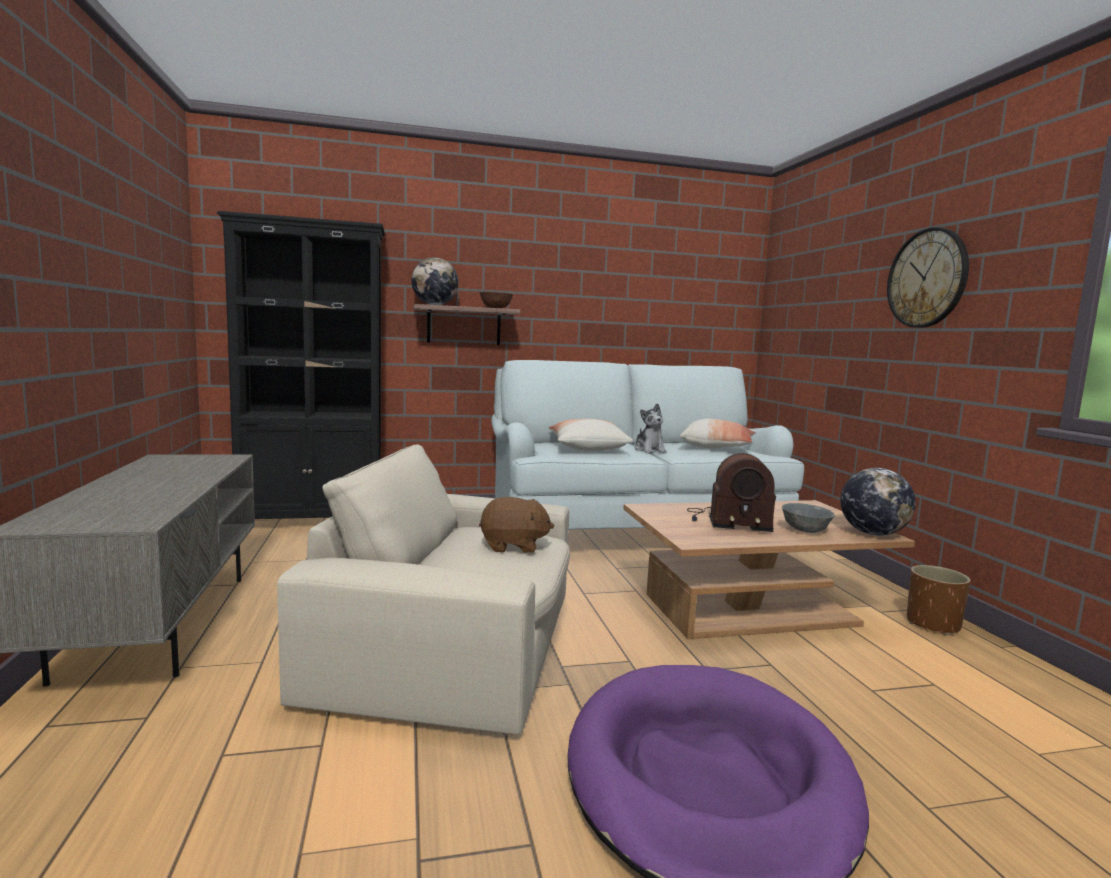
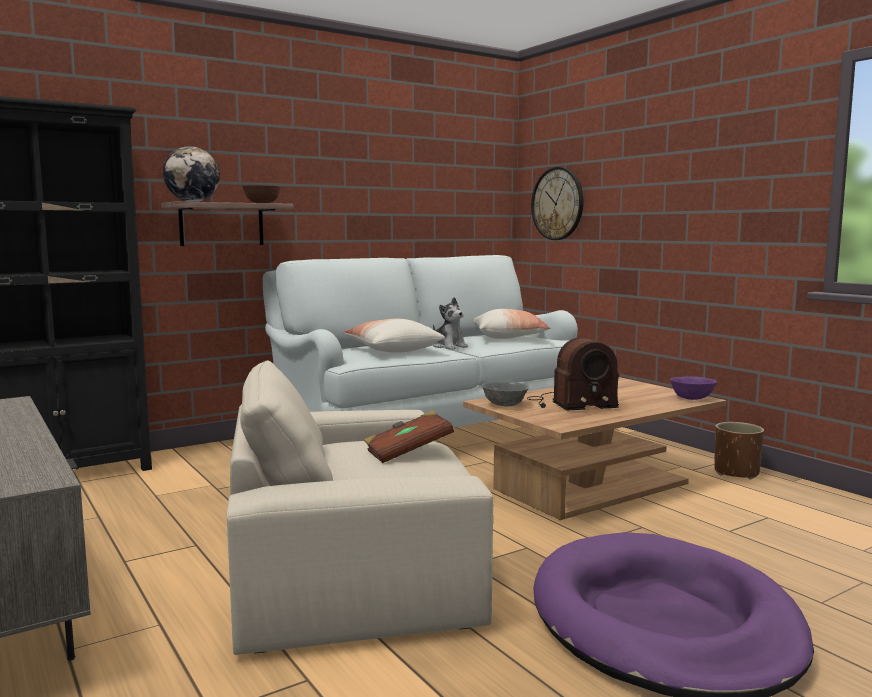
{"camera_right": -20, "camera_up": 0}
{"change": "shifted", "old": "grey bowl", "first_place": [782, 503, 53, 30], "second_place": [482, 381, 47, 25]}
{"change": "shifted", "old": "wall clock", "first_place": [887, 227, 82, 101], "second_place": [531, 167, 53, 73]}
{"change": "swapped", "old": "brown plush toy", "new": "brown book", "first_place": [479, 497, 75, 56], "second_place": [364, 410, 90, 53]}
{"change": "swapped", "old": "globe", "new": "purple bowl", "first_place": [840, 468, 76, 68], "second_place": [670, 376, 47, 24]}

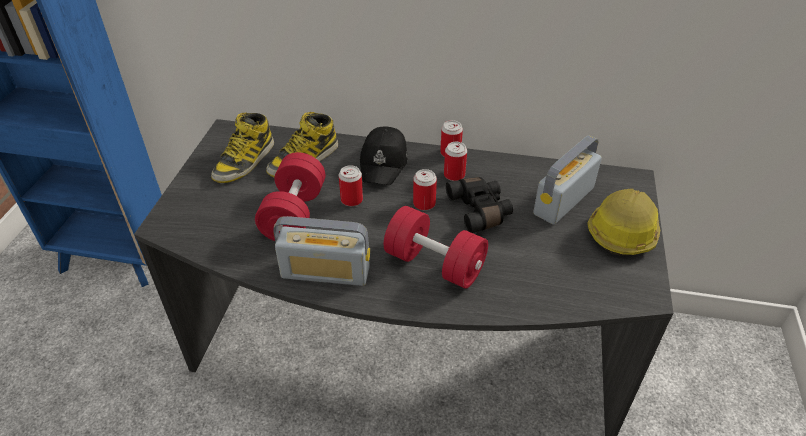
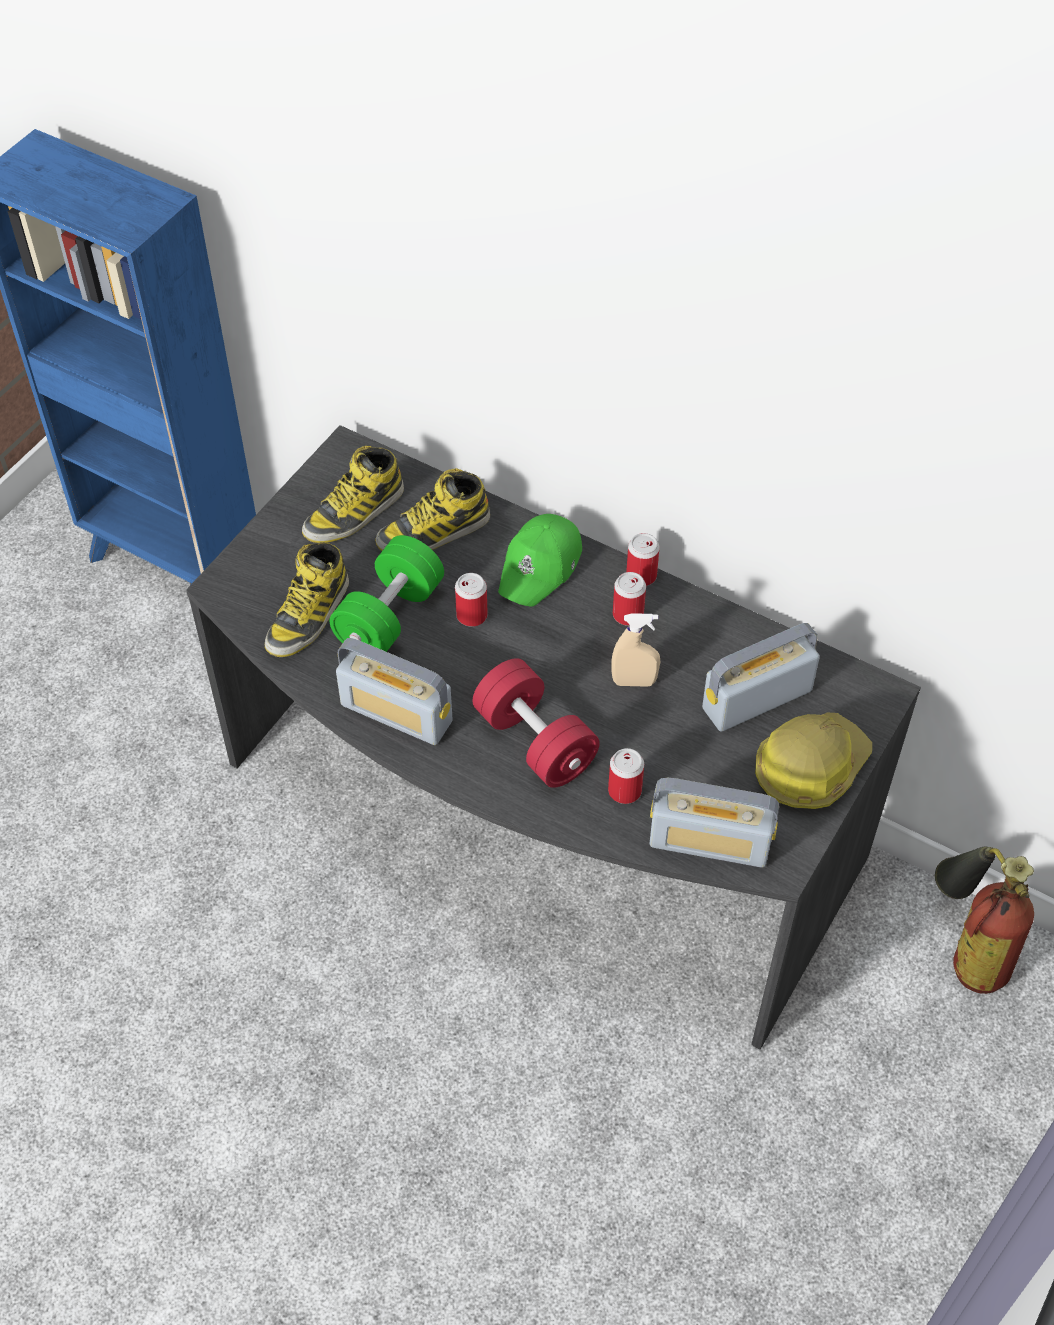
{"camera_right": 20, "camera_up": 10}
{"change": "new", "new": "boot", "second_place": [265, 542, 84, 115]}
{"change": "new", "new": "radio", "second_place": [650, 777, 129, 91]}
{"change": "new", "new": "fire extinguisher", "second_place": [935, 846, 99, 148]}
{"change": "shifted", "old": "can", "first_place": [413, 169, 24, 41], "second_place": [608, 748, 36, 56]}
{"change": "swapped", "old": "black binoculars", "new": "beige spray bottle", "first_place": [446, 177, 67, 56], "second_place": [611, 613, 49, 74]}
{"change": "repainted", "old": "red dumbbell", "new": "green dumbbell", "first_place": [255, 152, 70, 89], "second_place": [330, 535, 114, 117]}
{"change": "repainted", "old": "black cap", "new": "green cap", "first_place": [360, 127, 47, 58], "second_place": [498, 514, 84, 93]}

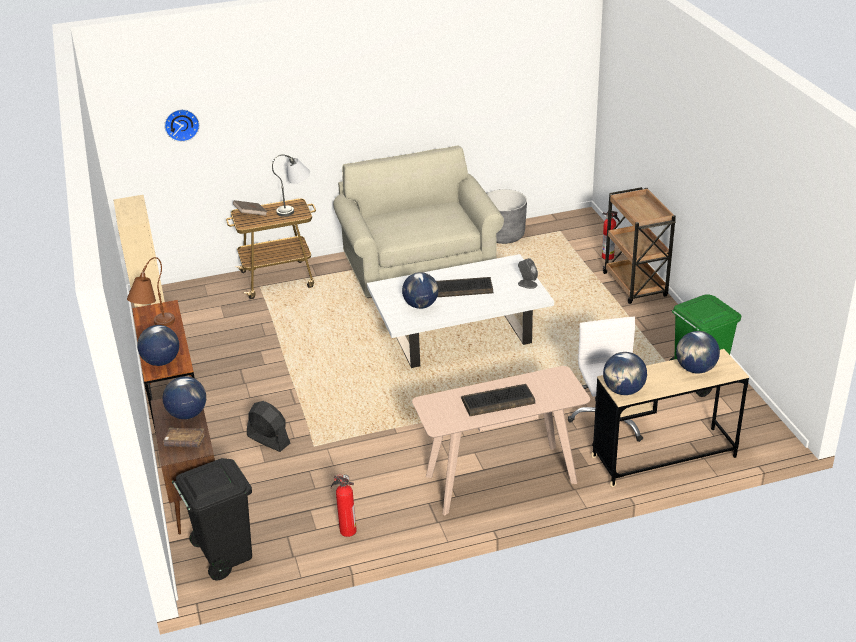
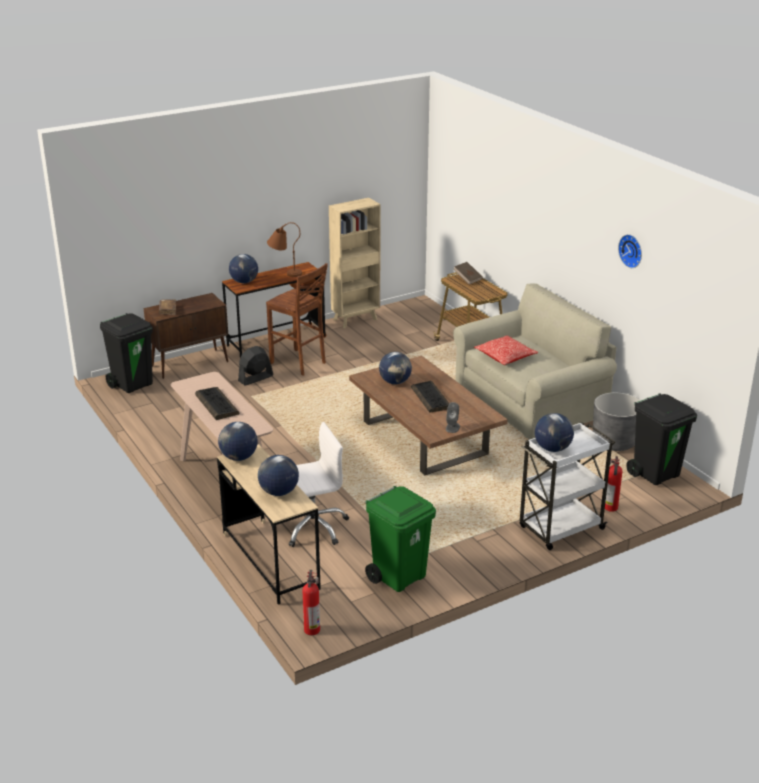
{"camera_right": 75, "camera_up": -5}
{"change": "gone", "old": "grey table lamp", "first_place": [272, 154, 38, 63]}
{"change": "new", "new": "brown stool", "second_place": [266, 263, 62, 113]}
{"change": "new", "new": "pillow", "second_place": [474, 335, 64, 30]}
{"change": "new", "new": "black trash can", "second_place": [626, 393, 71, 92]}
{"change": "shifted", "old": "globe", "first_place": [163, 376, 43, 43], "second_place": [535, 413, 39, 39]}
{"change": "shifted", "old": "wall clock", "first_place": [164, 109, 36, 33], "second_place": [618, 234, 24, 34]}
{"change": "shifted", "old": "fire extinguisher", "first_place": [331, 474, 26, 63], "second_place": [303, 570, 17, 65]}
{"change": "repainted", "old": "white coffee table", "new": "brown coffee table", "first_place": [367, 254, 187, 114], "second_place": [349, 355, 159, 120]}
{"change": "repainted", "old": "brown cart", "new": "white cart", "first_place": [602, 187, 74, 117], "second_place": [520, 422, 95, 128]}
{"change": "rotated", "old": "black fan", "first_place": [247, 401, 43, 51], "second_place": [238, 346, 35, 40], "degrees": -150}

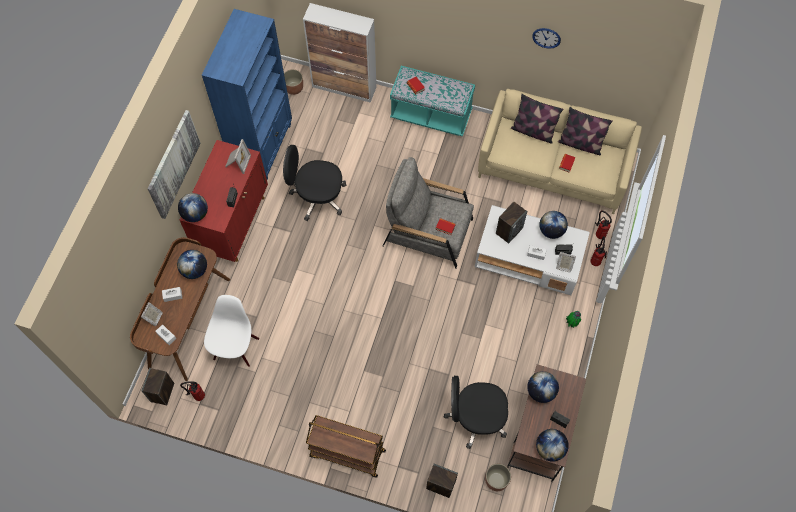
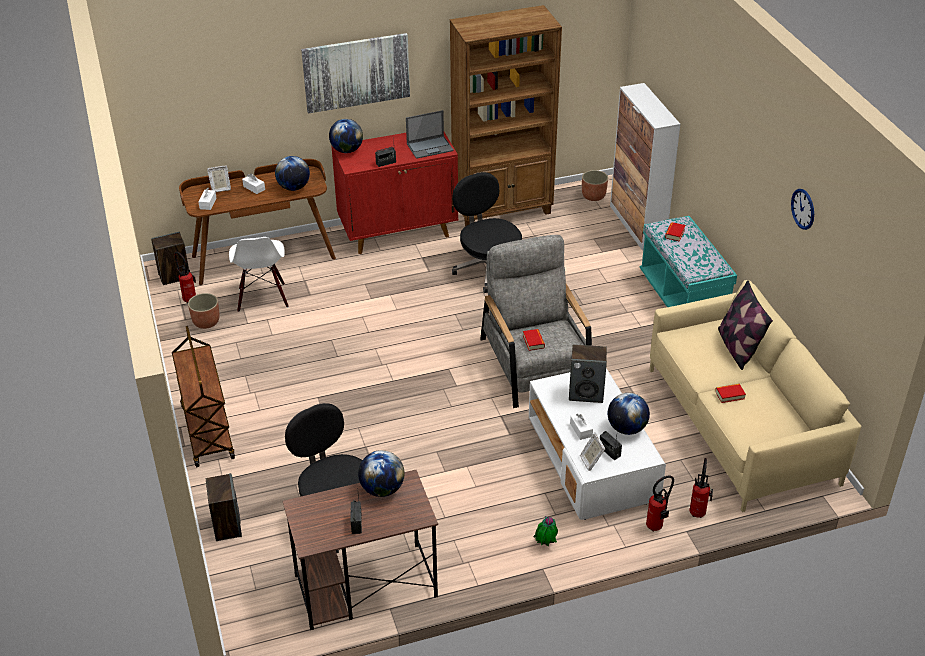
{"camera_right": 55, "camera_up": -25}
{"change": "gone", "old": "globe", "first_place": [536, 429, 33, 33]}
{"change": "gone", "old": "pillow", "first_place": [558, 107, 55, 48]}
{"change": "shifted", "old": "planter", "first_place": [485, 464, 26, 27], "second_place": [188, 293, 31, 36]}
{"change": "swapped", "old": "picture frame", "new": "laptop", "first_place": [225, 139, 26, 35], "second_place": [406, 110, 48, 49]}
{"change": "repainted", "old": "blue bookcase", "new": "brown bookcase", "first_place": [202, 9, 90, 170], "second_place": [450, 5, 112, 222]}
{"change": "rotated", "old": "white chair", "first_place": [204, 295, 55, 72], "second_place": [229, 237, 60, 75], "degrees": 105}

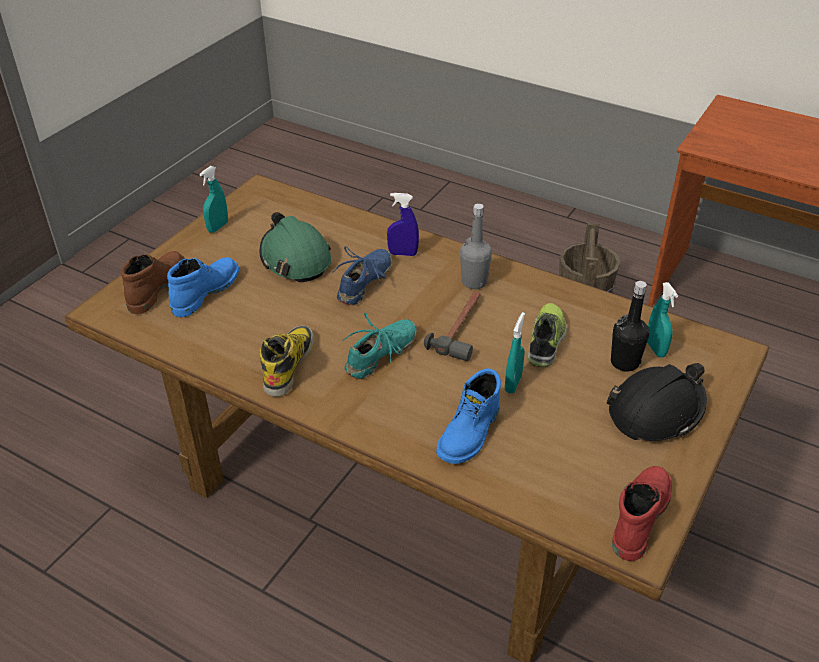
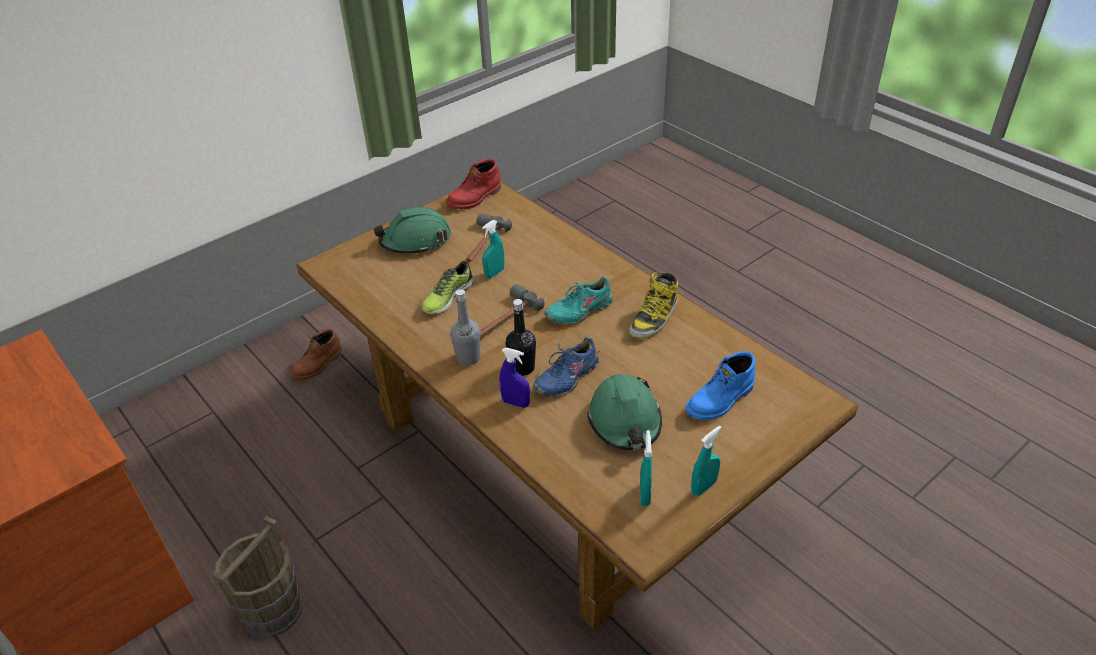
{"camera_right": -160, "camera_up": 0}
{"change": "gone", "old": "blue boot", "first_place": [436, 368, 65, 96]}
{"change": "new", "new": "hammer", "second_place": [466, 214, 46, 48]}
{"change": "shifted", "old": "brown boot", "first_place": [121, 251, 64, 63], "second_place": [290, 329, 53, 51]}
{"change": "shifted", "old": "black bottle", "first_place": [611, 281, 38, 91], "second_place": [506, 299, 30, 77]}
{"change": "shifted", "old": "turquoise spray bottle", "first_place": [647, 282, 31, 76], "second_place": [640, 430, 12, 76]}
{"change": "repainted", "old": "black hard hat", "new": "green hard hat", "first_place": [606, 363, 101, 78], "second_place": [373, 207, 78, 47]}

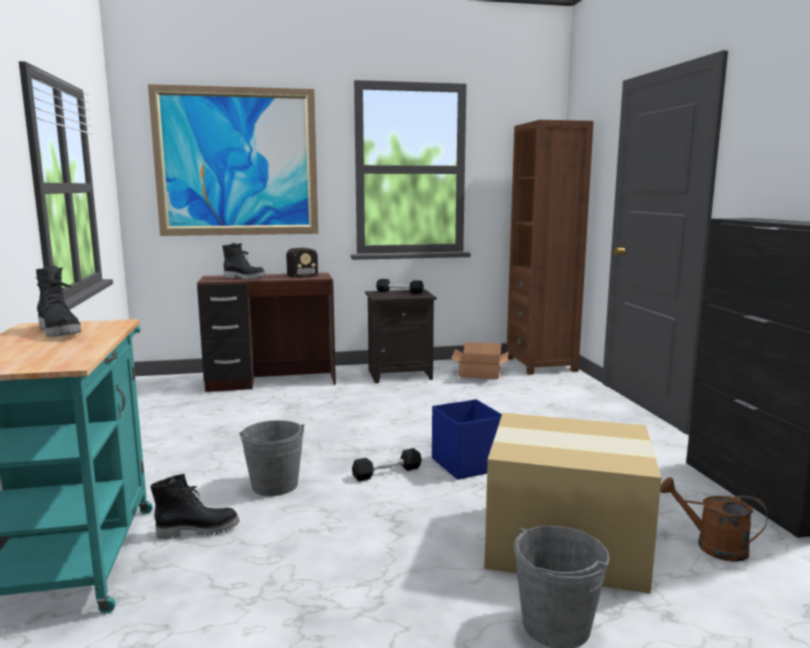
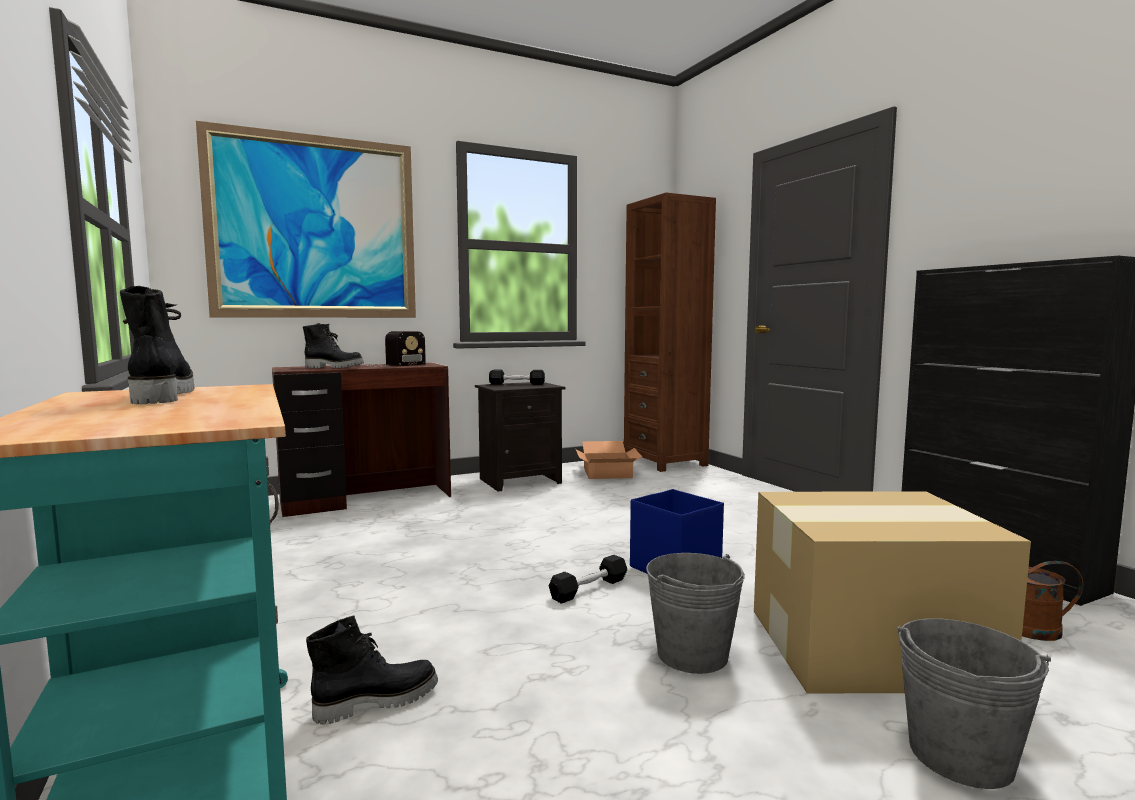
{"camera_right": -15, "camera_up": -5}
{"change": "shifted", "old": "grey bucket", "first_place": [239, 420, 66, 76], "second_place": [646, 553, 99, 121]}
{"change": "rotated", "old": "black boot", "first_place": [36, 266, 45, 71], "second_place": [120, 286, 74, 118], "degrees": -150}

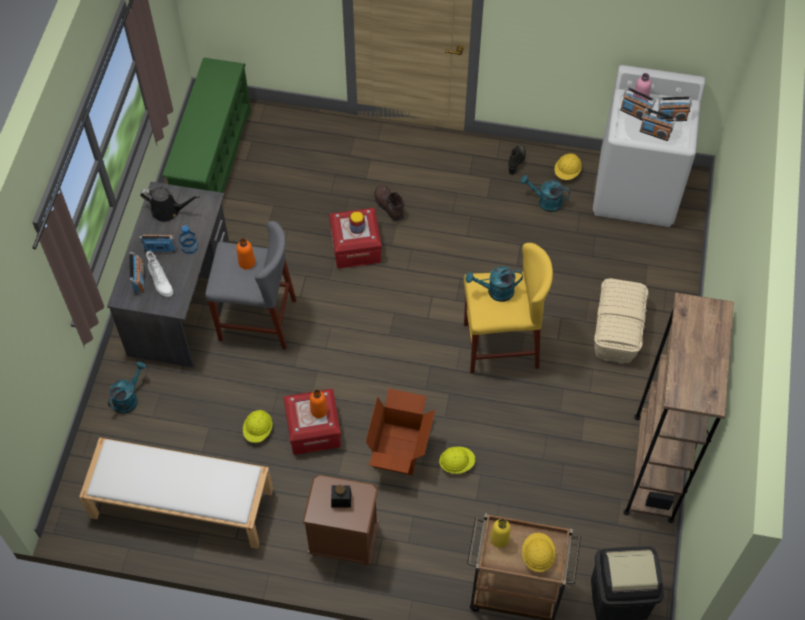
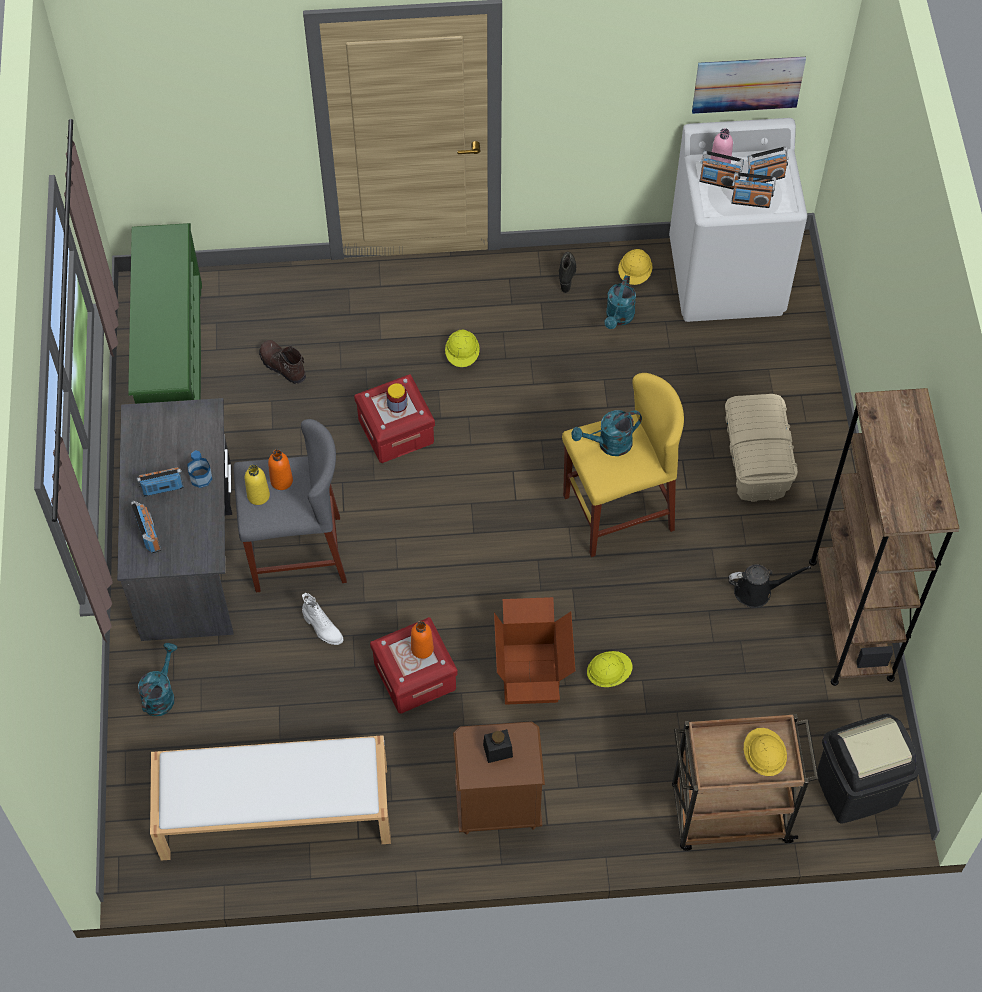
{"camera_right": -15, "camera_up": 0}
{"change": "new", "new": "picture", "second_place": [692, 57, 114, 57]}
{"change": "shifted", "old": "black watering can", "first_place": [140, 187, 60, 35], "second_place": [728, 564, 83, 44]}
{"change": "shifted", "old": "white boot", "first_place": [146, 250, 27, 47], "second_place": [302, 593, 42, 52]}
{"change": "shifted", "old": "yellow hard hat", "first_place": [243, 410, 29, 33], "second_place": [445, 330, 35, 37]}
{"change": "shifted", "old": "brown boot", "first_place": [374, 185, 31, 37], "second_place": [259, 340, 47, 44]}
{"change": "shifted", "old": "yellow bottle", "first_place": [490, 519, 21, 29], "second_place": [245, 464, 25, 41]}
{"change": "rotated", "old": "turquoise watering can", "first_place": [521, 175, 49, 37], "second_place": [604, 275, 32, 54], "degrees": -75}

